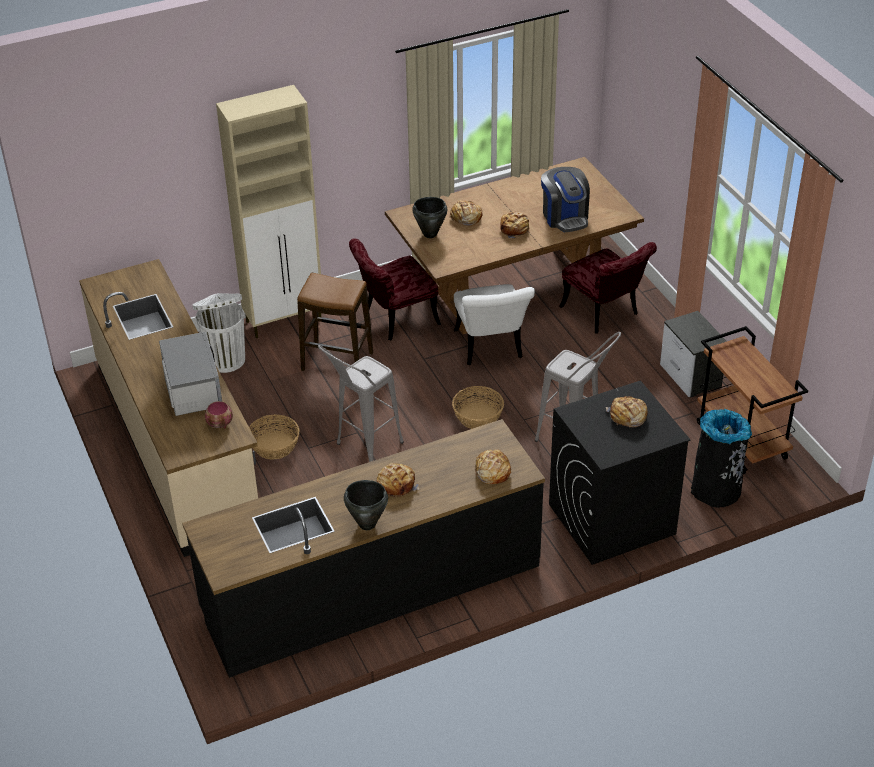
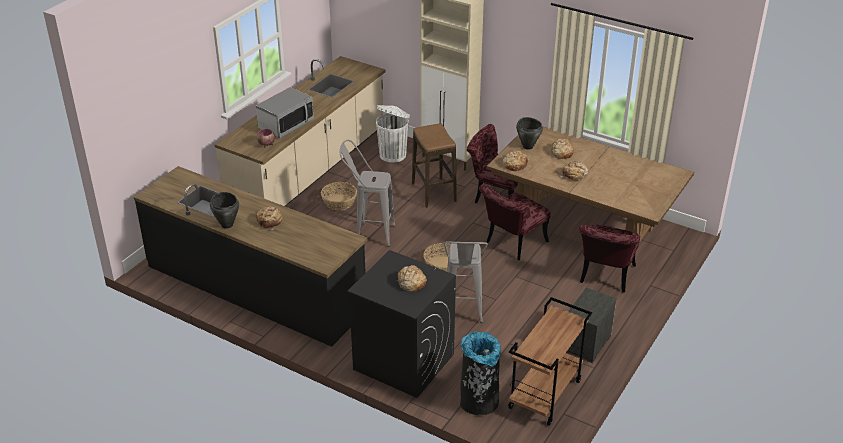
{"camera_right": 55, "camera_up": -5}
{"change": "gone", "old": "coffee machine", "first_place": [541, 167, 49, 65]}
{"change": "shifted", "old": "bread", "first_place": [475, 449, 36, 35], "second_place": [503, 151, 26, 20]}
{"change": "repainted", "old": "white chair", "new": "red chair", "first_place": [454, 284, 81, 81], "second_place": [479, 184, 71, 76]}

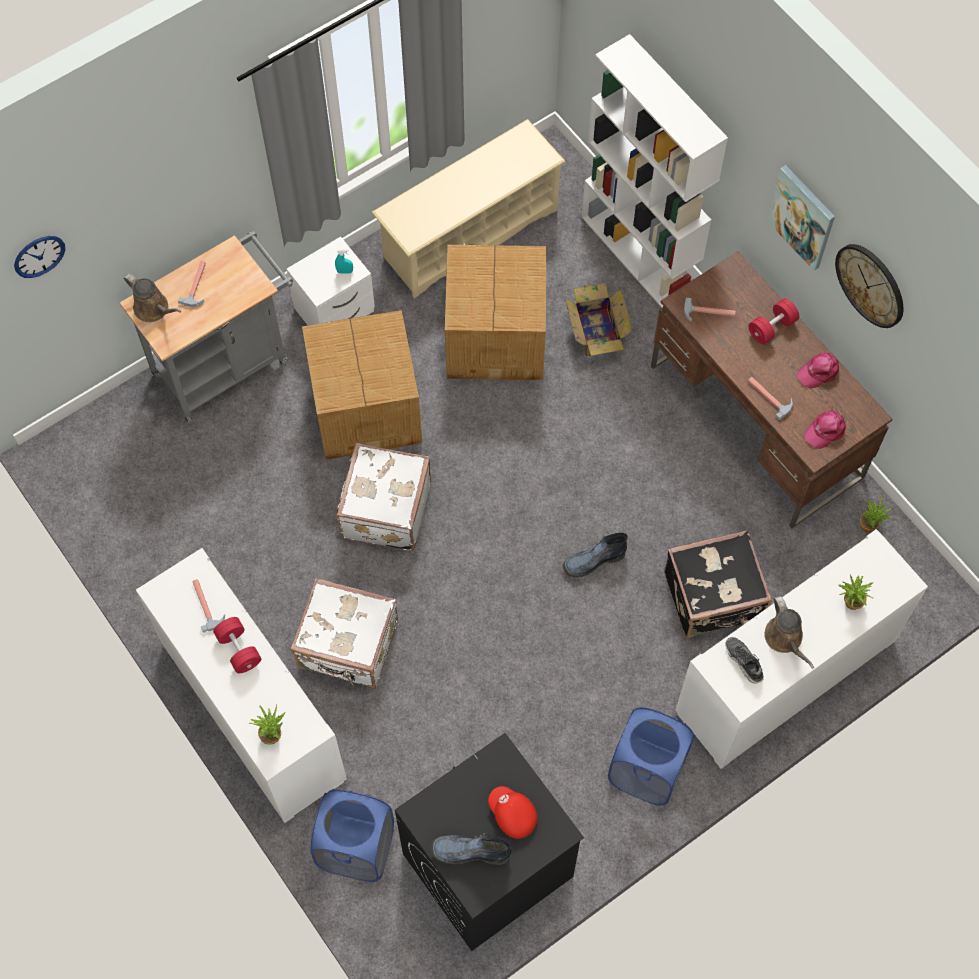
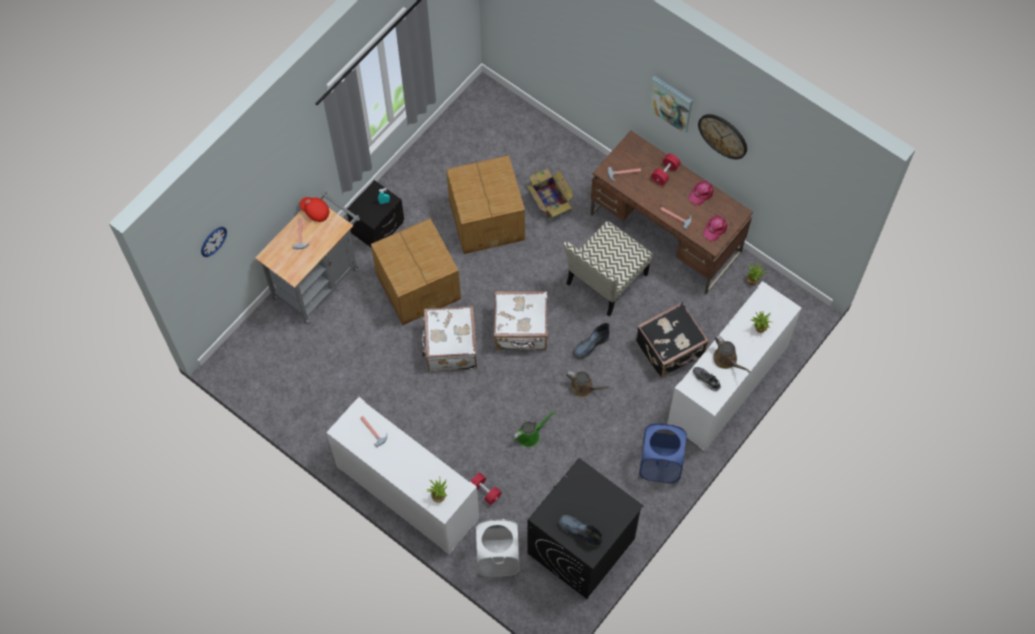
{"camera_right": -15, "camera_up": 0}
{"change": "gone", "old": "beige shoe rack", "first_place": [371, 119, 195, 179]}
{"change": "gone", "old": "white bookcase", "first_place": [582, 34, 146, 274]}
{"change": "new", "new": "green watering can", "second_place": [513, 410, 44, 37]}
{"change": "new", "new": "chair", "second_place": [564, 221, 89, 96]}
{"change": "shifted", "old": "brown watering can", "first_place": [124, 274, 57, 48], "second_place": [566, 371, 47, 26]}
{"change": "shifted", "old": "red dumbbell", "first_place": [213, 617, 48, 56], "second_place": [470, 473, 32, 32]}
{"change": "shifted", "old": "white suitcase", "first_place": [291, 578, 107, 111], "second_place": [494, 291, 54, 60]}
{"change": "shifted", "old": "red cap", "first_place": [488, 786, 49, 53], "second_place": [300, 197, 29, 25]}
{"change": "repainted", "old": "white nightstand", "new": "black nightstand", "first_place": [287, 237, 88, 88], "second_place": [347, 180, 57, 67]}
{"change": "repainted", "old": "blue laundry basket", "new": "white laundry basket", "first_place": [310, 790, 84, 92], "second_place": [476, 519, 44, 58]}
{"change": "rotated", "old": "boot", "first_place": [431, 833, 80, 32], "second_place": [558, 515, 44, 33], "degrees": 45}

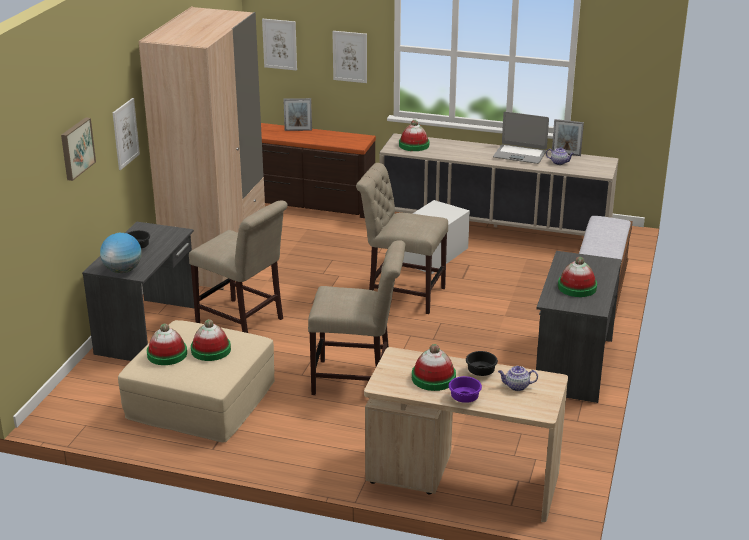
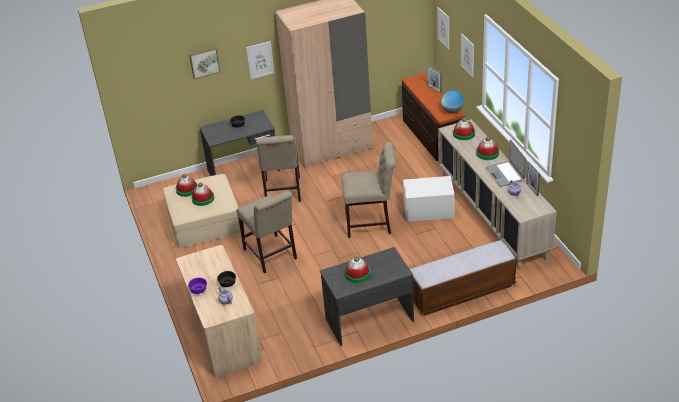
{"camera_right": 55, "camera_up": 10}
{"change": "shifted", "old": "globe", "first_place": [100, 233, 42, 40], "second_place": [441, 90, 23, 23]}
{"change": "shifted", "old": "hat", "first_place": [412, 344, 44, 47], "second_place": [476, 136, 23, 24]}
{"change": "rotated", "old": "beige chair", "first_place": [356, 163, 92, 151], "second_place": [342, 142, 55, 96], "degrees": 105}

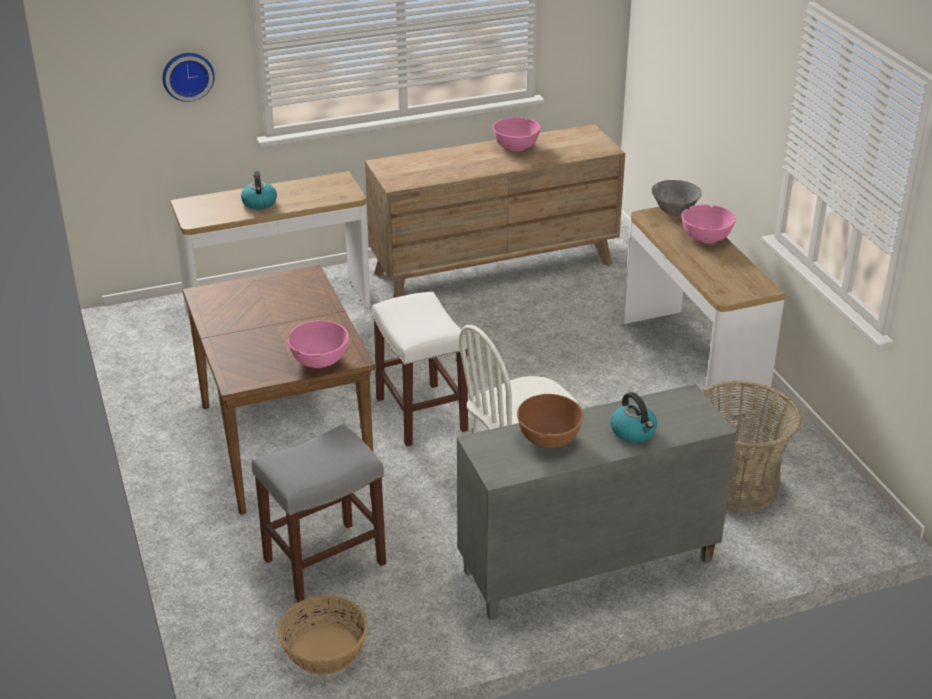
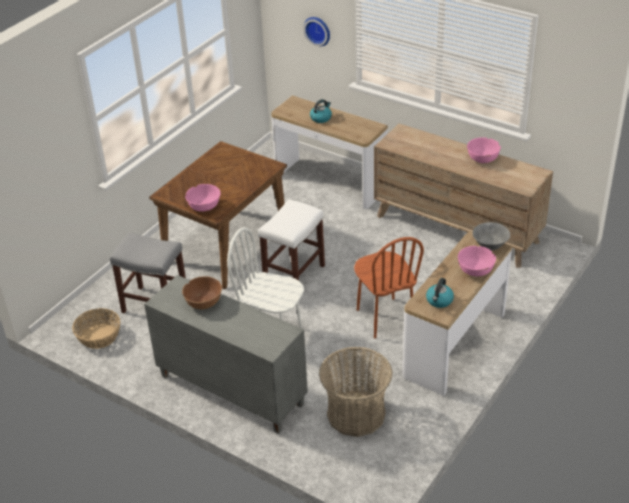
{"camera_right": 55, "camera_up": 5}
{"change": "new", "new": "brown chair", "second_place": [354, 237, 70, 101]}
{"change": "shifted", "old": "kettle", "first_place": [610, 392, 47, 51], "second_place": [426, 278, 28, 30]}

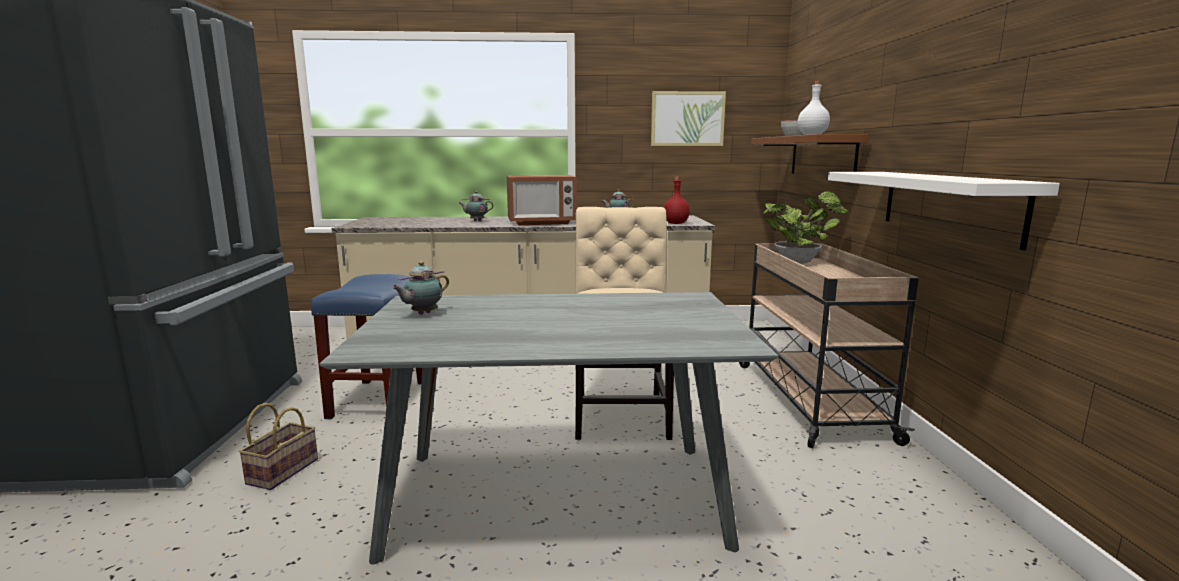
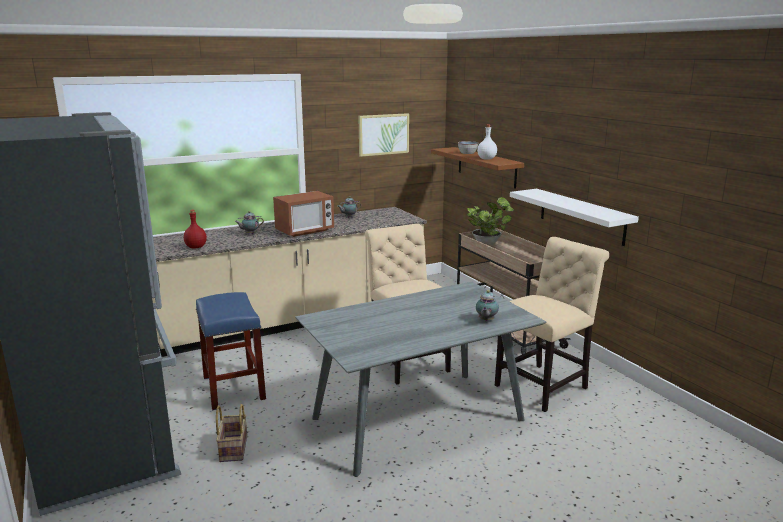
{"camera_right": -25, "camera_up": 5}
{"change": "new", "new": "beige chair", "second_place": [495, 237, 114, 175]}
{"change": "shifted", "old": "teapot", "first_place": [392, 261, 57, 54], "second_place": [476, 290, 23, 31]}
{"change": "shifted", "old": "red bottle", "first_place": [664, 176, 26, 48], "second_place": [184, 210, 23, 39]}

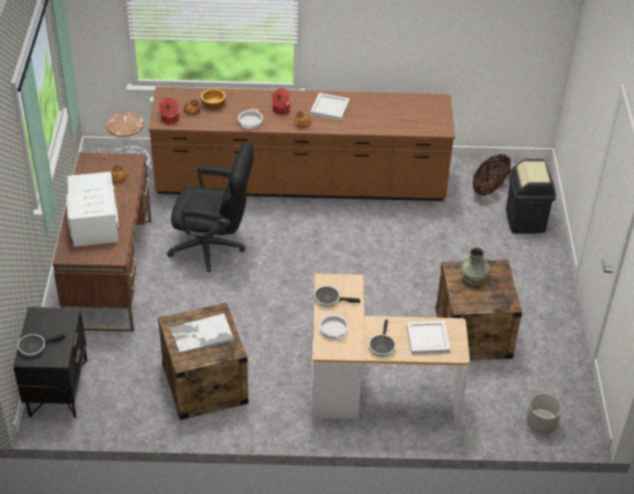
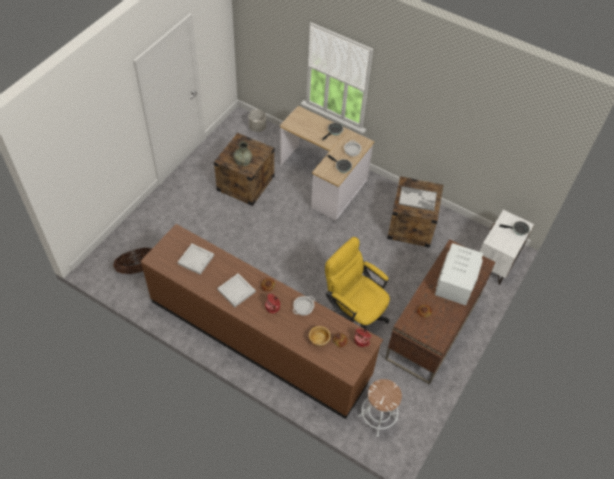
{"camera_right": -150, "camera_up": 10}
{"change": "gone", "old": "black trash can", "first_place": [506, 159, 50, 75]}
{"change": "shifted", "old": "white tray", "first_place": [406, 321, 44, 34], "second_place": [177, 244, 37, 31]}
{"change": "repainted", "old": "black nightstand", "new": "white nightstand", "first_place": [13, 307, 75, 111], "second_place": [480, 210, 54, 75]}
{"change": "repainted", "old": "black office chair", "new": "yellow office chair", "first_place": [167, 142, 87, 130], "second_place": [325, 237, 65, 93]}

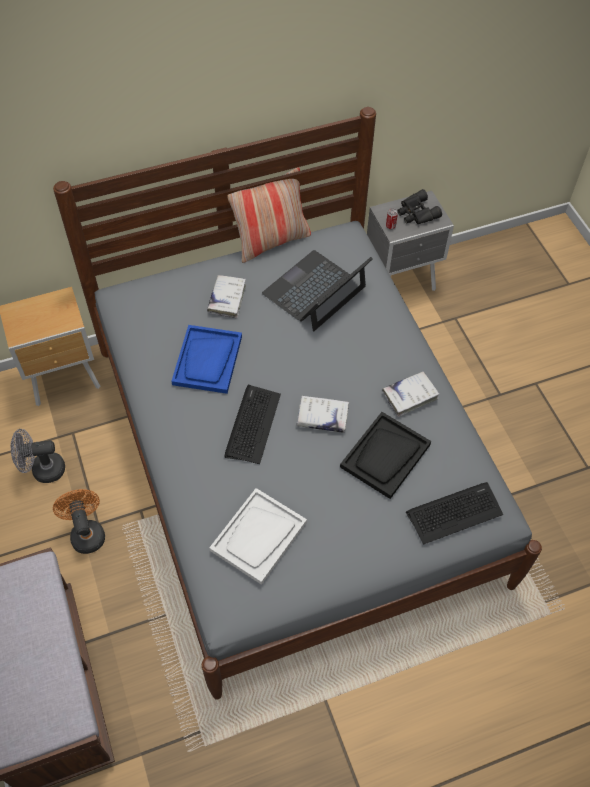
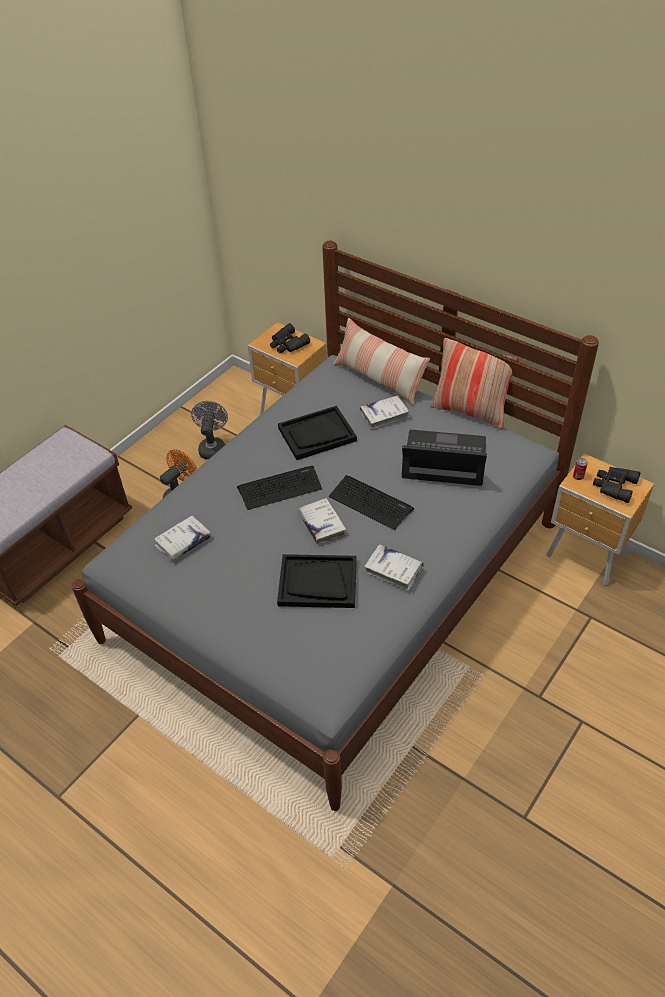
{"camera_right": 60, "camera_up": -10}
{"change": "new", "new": "black binoculars", "second_place": [270, 323, 40, 31]}
{"change": "new", "new": "pillow", "second_place": [333, 318, 97, 88]}
{"change": "shifted", "old": "keyboard", "first_place": [406, 482, 97, 62], "second_place": [329, 475, 85, 55]}
{"change": "swapped", "old": "white tray", "new": "white book", "first_place": [209, 488, 98, 97], "second_place": [154, 515, 57, 46]}
{"change": "repainted", "old": "blue tray", "new": "black tray", "first_place": [171, 325, 71, 69], "second_place": [278, 406, 79, 54]}
{"change": "repainted", "old": "grey nightstand", "new": "brown nightstand", "first_place": [367, 191, 87, 100], "second_place": [547, 454, 107, 131]}
{"change": "rotated", "old": "grey fan", "first_place": [11, 429, 54, 54], "second_place": [191, 401, 37, 59], "degrees": 45}

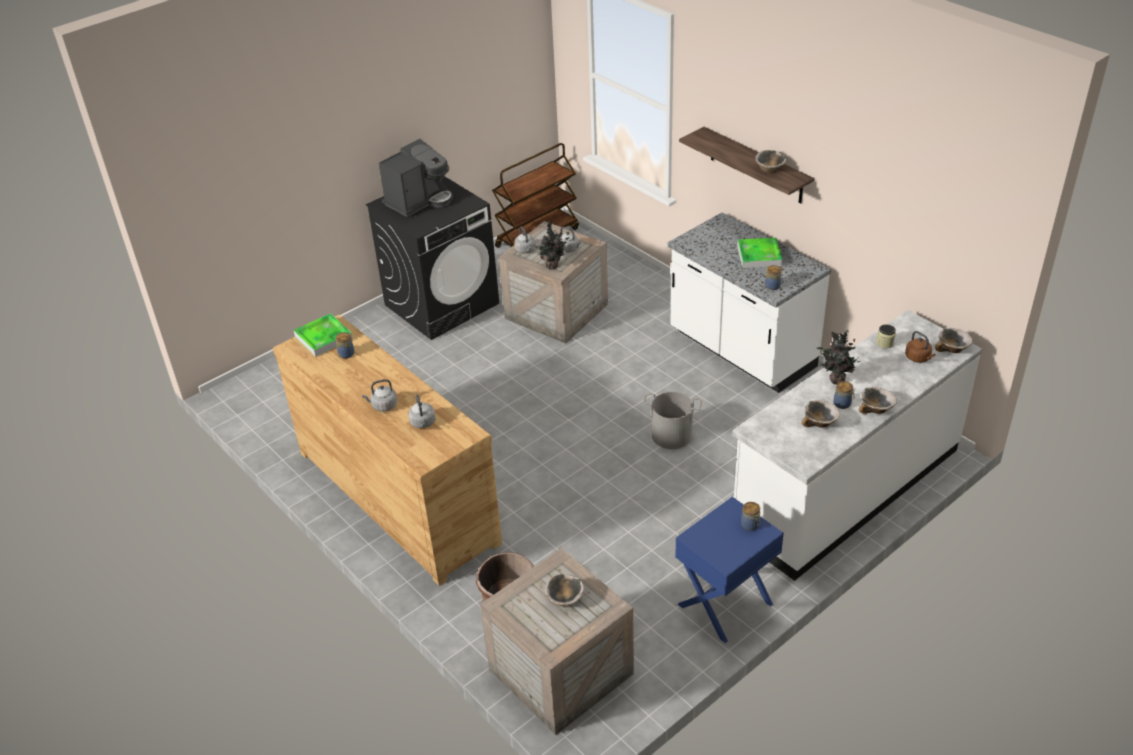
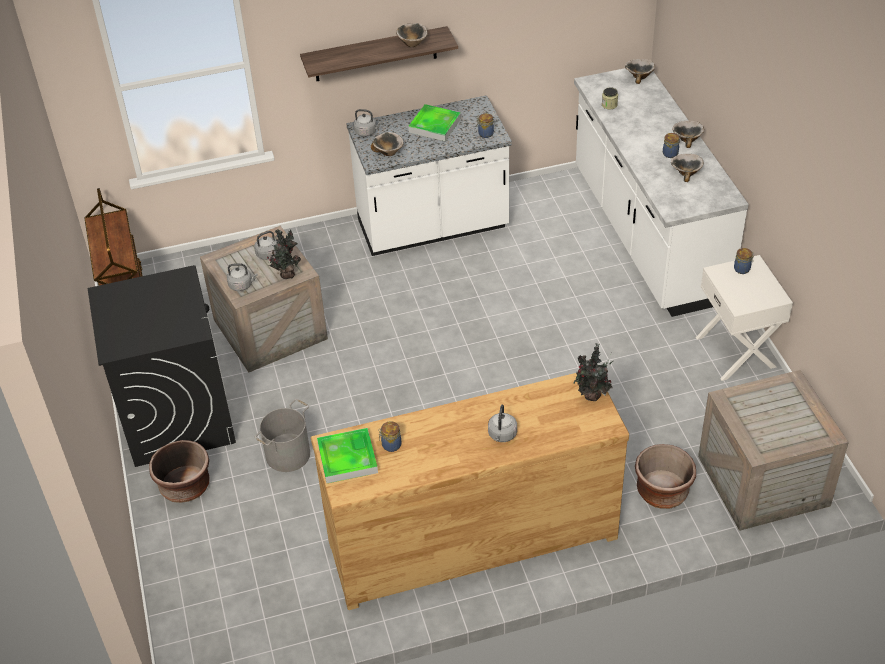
{"camera_right": -65, "camera_up": 5}
{"change": "gone", "old": "coffee machine", "first_place": [379, 139, 74, 78]}
{"change": "gone", "old": "brown kettle", "first_place": [905, 331, 30, 32]}
{"change": "new", "new": "brown planter", "second_place": [149, 440, 61, 63]}
{"change": "shifted", "old": "grey kettle", "first_place": [408, 394, 28, 34], "second_place": [353, 109, 29, 28]}
{"change": "shifted", "old": "bowl", "first_place": [545, 574, 39, 32], "second_place": [371, 132, 33, 24]}
{"change": "shifted", "old": "grey bucket", "first_place": [643, 392, 59, 57], "second_place": [254, 399, 56, 73]}
{"change": "shifted", "old": "potted plant", "first_place": [817, 329, 44, 56], "second_place": [573, 343, 40, 58]}
{"change": "repainted", "old": "blue nightstand", "new": "white nightstand", "first_place": [675, 497, 109, 146], "second_place": [696, 255, 97, 126]}

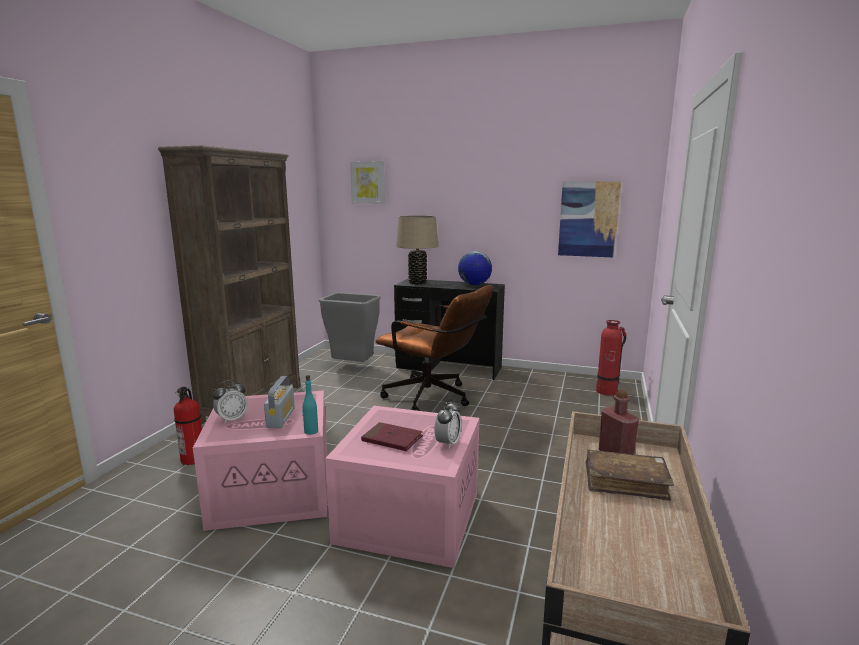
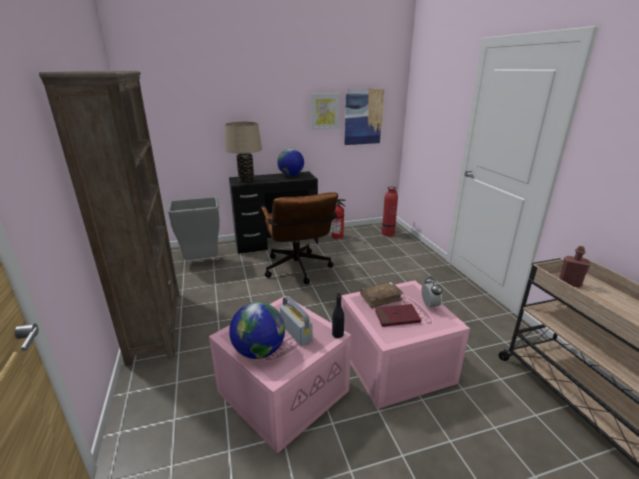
{"camera_right": -35, "camera_up": 10}
{"change": "shifted", "old": "fire extinguisher", "first_place": [174, 387, 28, 78], "second_place": [332, 199, 14, 40]}
{"change": "shifted", "old": "picture", "first_place": [350, 161, 35, 43], "second_place": [311, 93, 29, 37]}
{"change": "shifted", "old": "brown book", "first_place": [586, 450, 88, 51], "second_place": [360, 281, 44, 27]}
{"change": "swapped", "old": "alarm clock", "new": "globe", "first_place": [213, 380, 34, 44], "second_place": [229, 302, 56, 57]}
{"change": "repainted", "old": "turquoise bottle", "new": "black bottle", "first_place": [302, 375, 16, 60], "second_place": [332, 291, 12, 47]}
{"change": "rotated", "old": "brown office chair", "first_place": [376, 285, 118, 126], "second_place": [261, 192, 77, 92], "degrees": 75}

